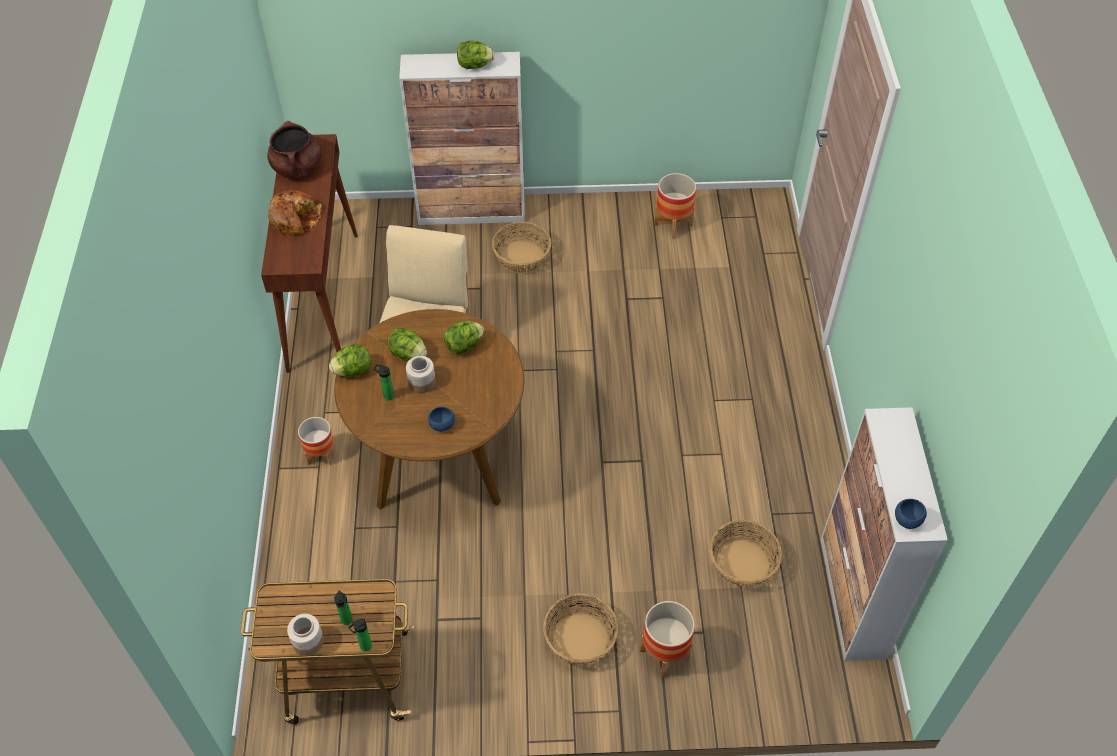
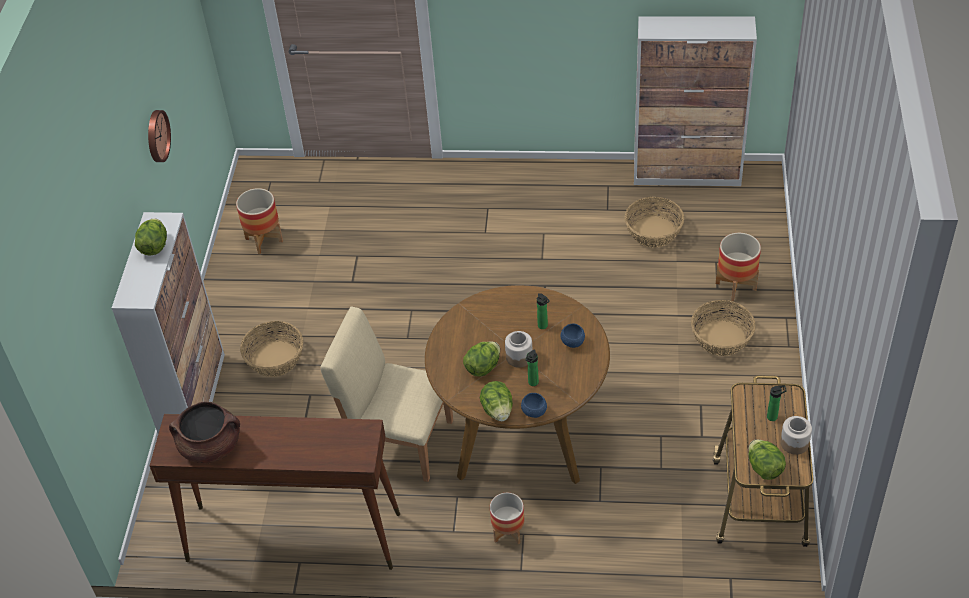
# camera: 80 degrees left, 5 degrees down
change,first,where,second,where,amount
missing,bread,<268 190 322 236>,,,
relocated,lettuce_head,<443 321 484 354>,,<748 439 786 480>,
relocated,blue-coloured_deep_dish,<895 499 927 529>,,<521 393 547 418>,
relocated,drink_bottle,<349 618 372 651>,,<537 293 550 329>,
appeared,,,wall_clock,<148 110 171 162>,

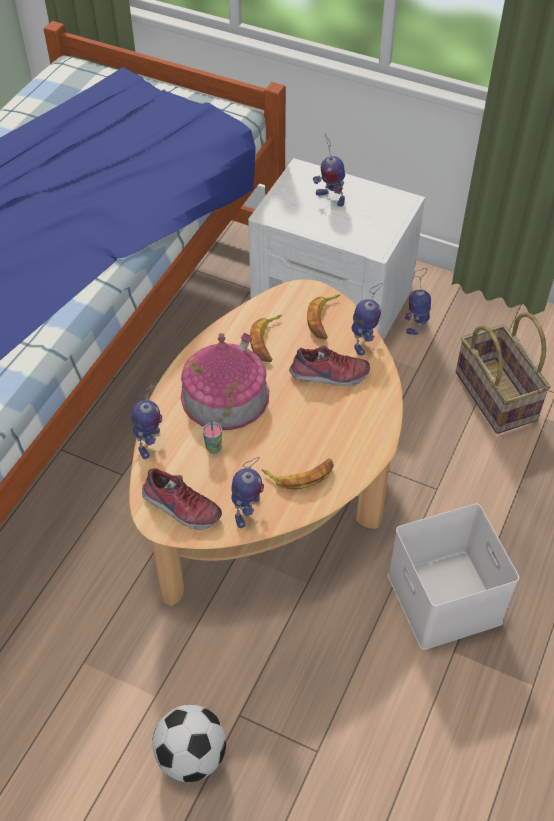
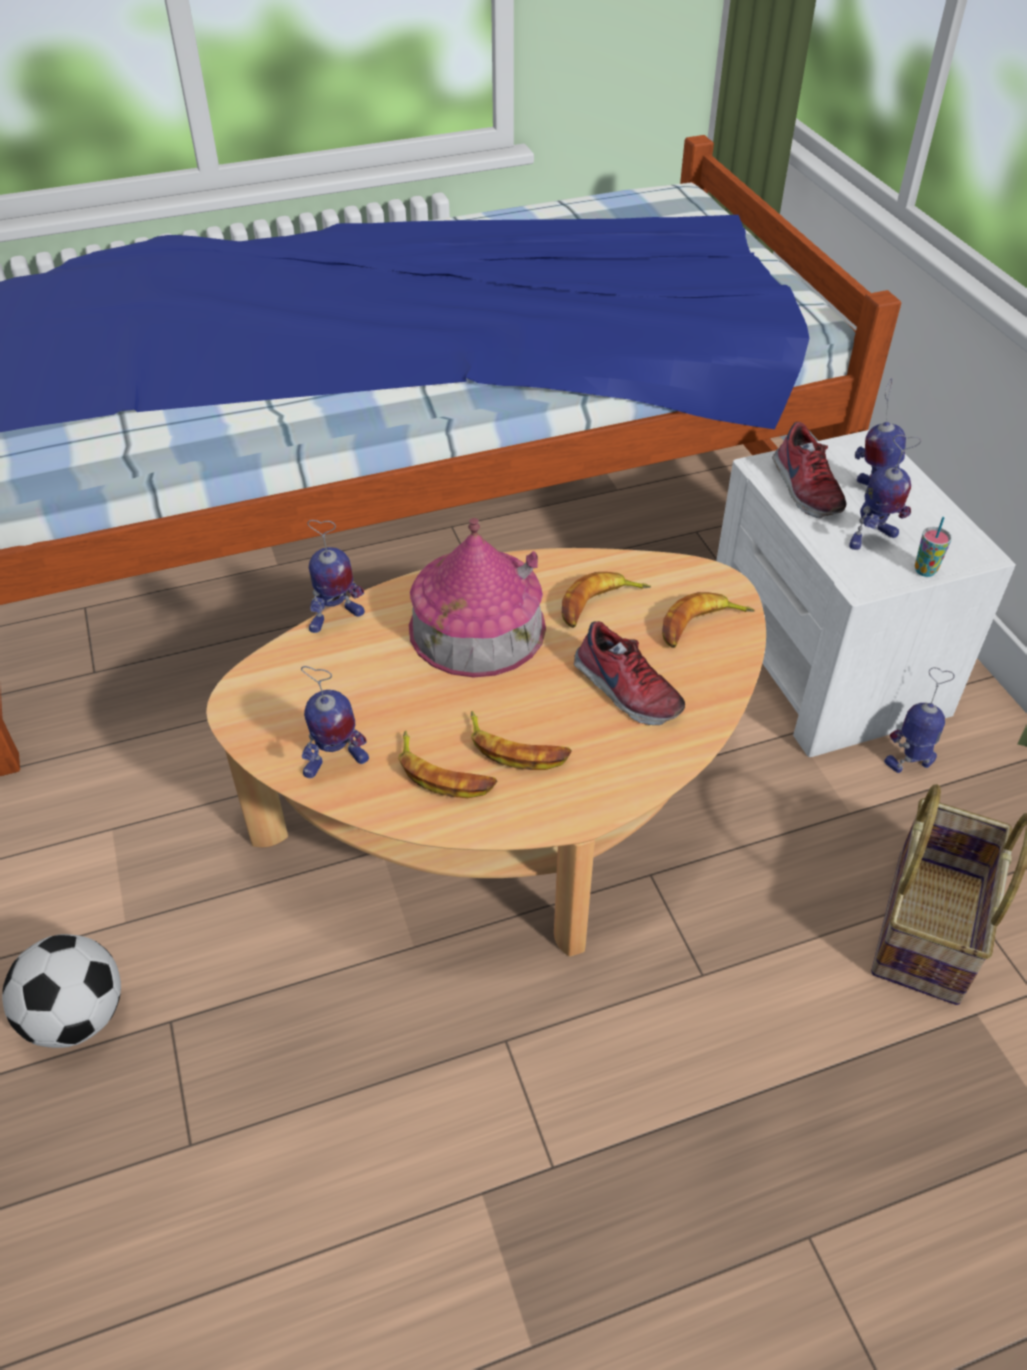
# camera: 45 degrees right, 5 degrees down
change,first,where,second,where,amount
relocated,model_robot,<351 283 383 356>,,<849 435 921 550>,
relocated,drinking_cup,<203 420 222 454>,,<915 517 952 577>,
relocated,low_shoe,<142 468 222 530>,,<772 422 846 518>,
missing,white-coloured_storage_container,<388 504 519 650>,,,
appeared,,,whole_banana,<471 711 572 770>,

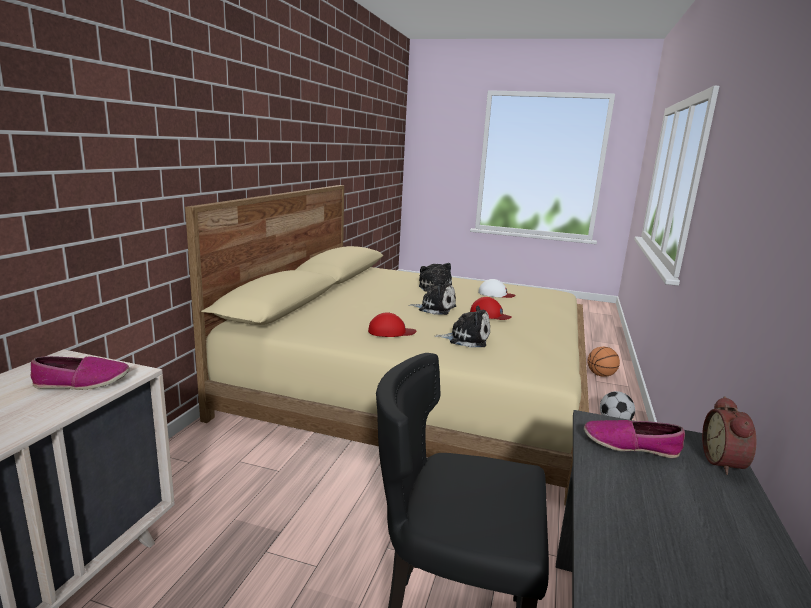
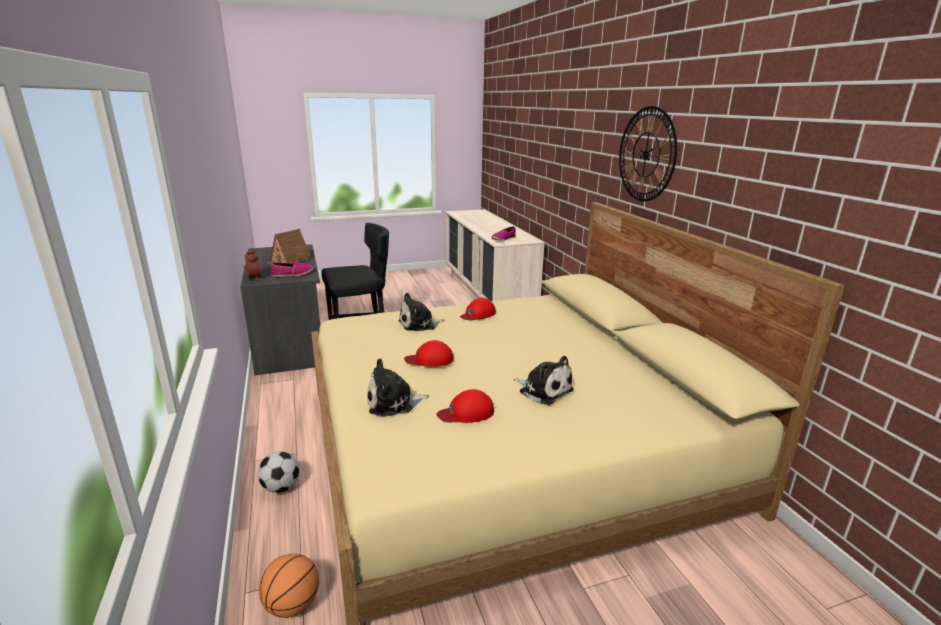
# camera: 145 degrees right, 5 degrees up
change,first,where,second,where,amount
colour,white-coloured_peaked_cap,<478 279 516 298>,red_peaked_cap,<436 389 494 423>,
relocated,cuddly_toy,<409 281 456 315>,,<367 358 430 417>,
appeared,,,wall_clock,<619 106 677 201>,
appeared,,,model_house,<268 229 311 264>,

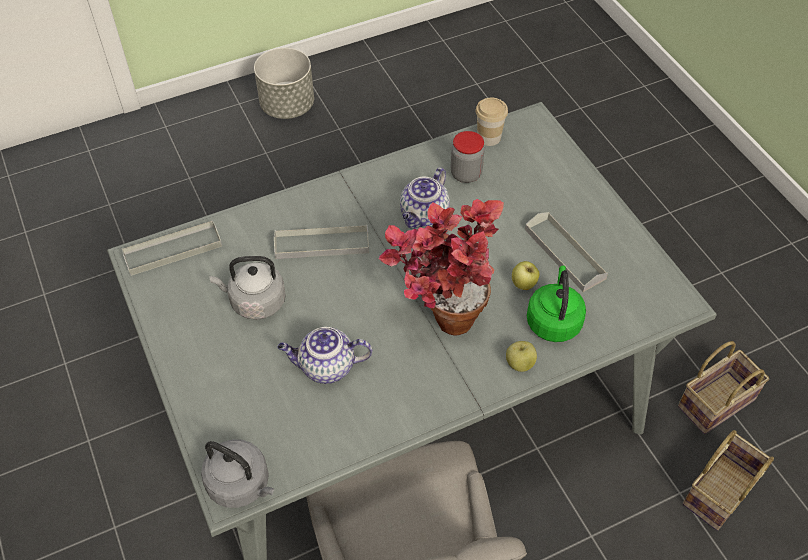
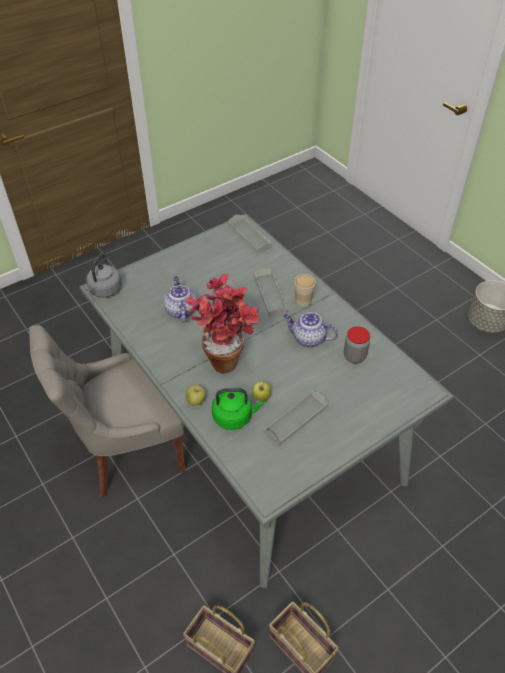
# camera: 80 degrees right, 5 degrees down
change,first,where,second,where,amount
relocated,drinking_cup,<476 97 508 146>,,<294 274 316 307>,
missing,gray_water_kettle,<209 256 286 320>,,,

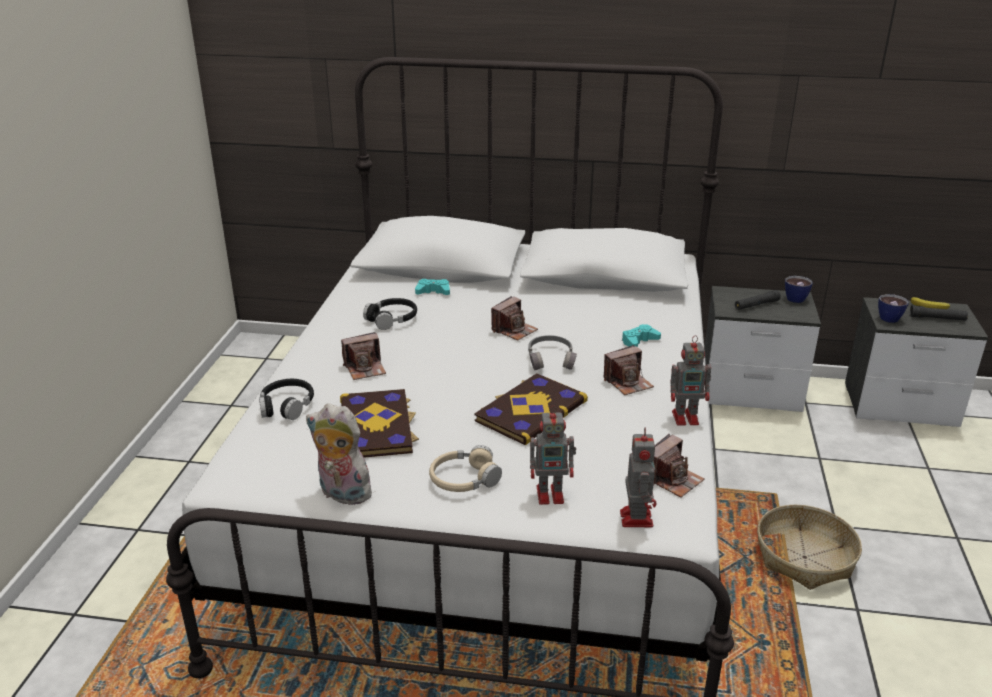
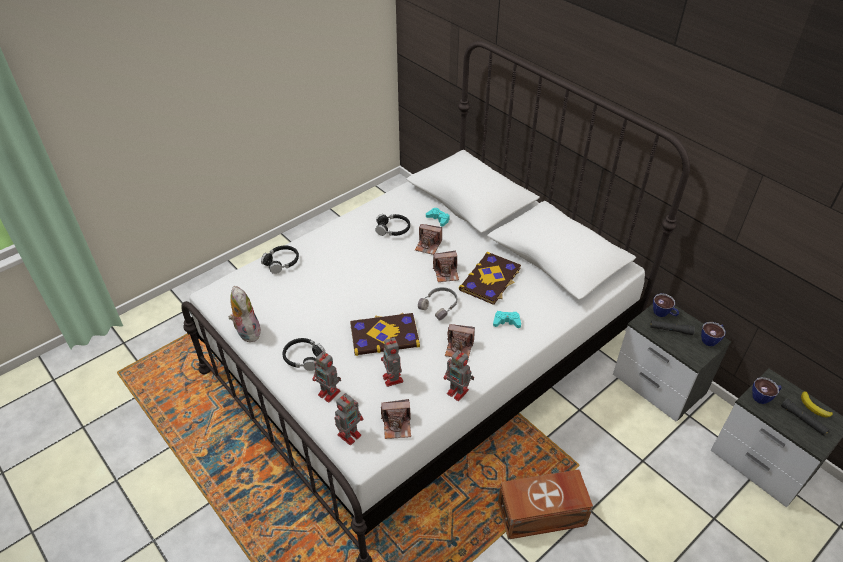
# camera: 40 degrees right, 15 degrees up
change,first,where,second,where,amount
relocated,photo_camera,<341 332 386 380>,,<415 224 442 255>,
relocated,bound_book,<340 389 419 458>,,<459 252 521 305>,
colour,sand-coloured_headphones,<429 445 502 492>,black-coloured_headphones,<283 338 325 371>,
exchanged,household_basket,<757 505 862 590>,brownish_storage_container,<498 469 593 540>,
appeared,,,drinking_cup,<653 293 679 317>,
appeared,,,model_robot,<381 337 403 387>,

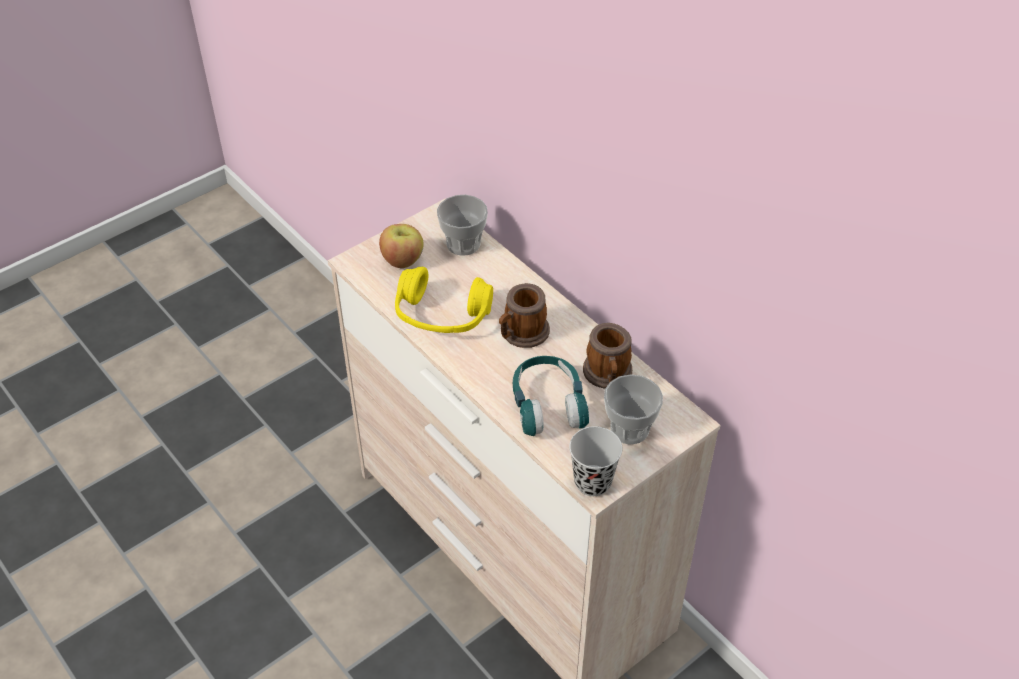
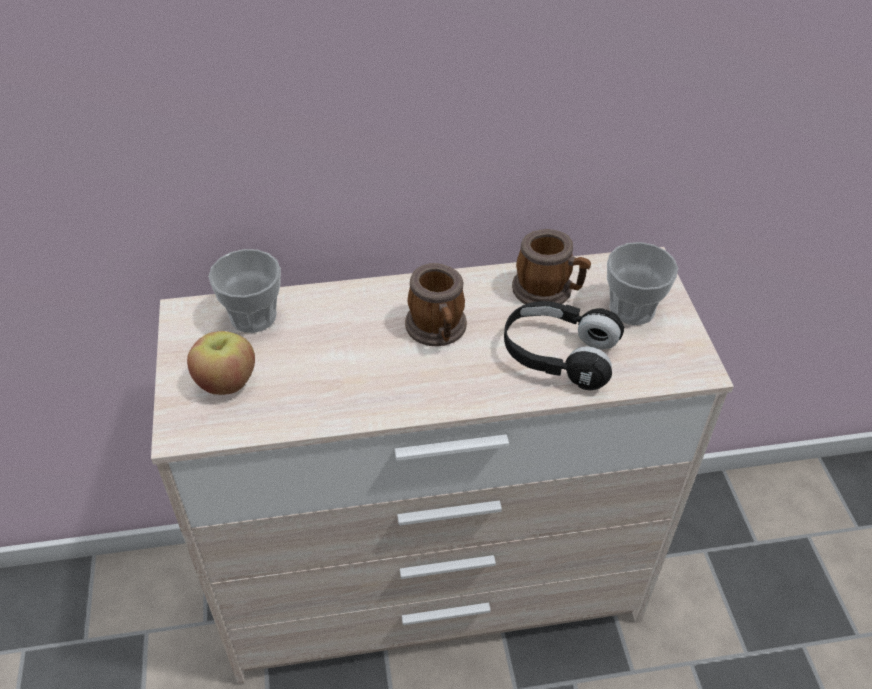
# camera: 60 degrees left, 0 degrees up
change,first,where,second,where,amount
missing,yellow_headphones,<395 267 493 333>,,,
colour,turquoise_headphones,<513 356 589 436>,black-coloured_headphones,<504 301 624 390>,
missing,black-coloured_drinking_cup,<569 426 622 496>,,,

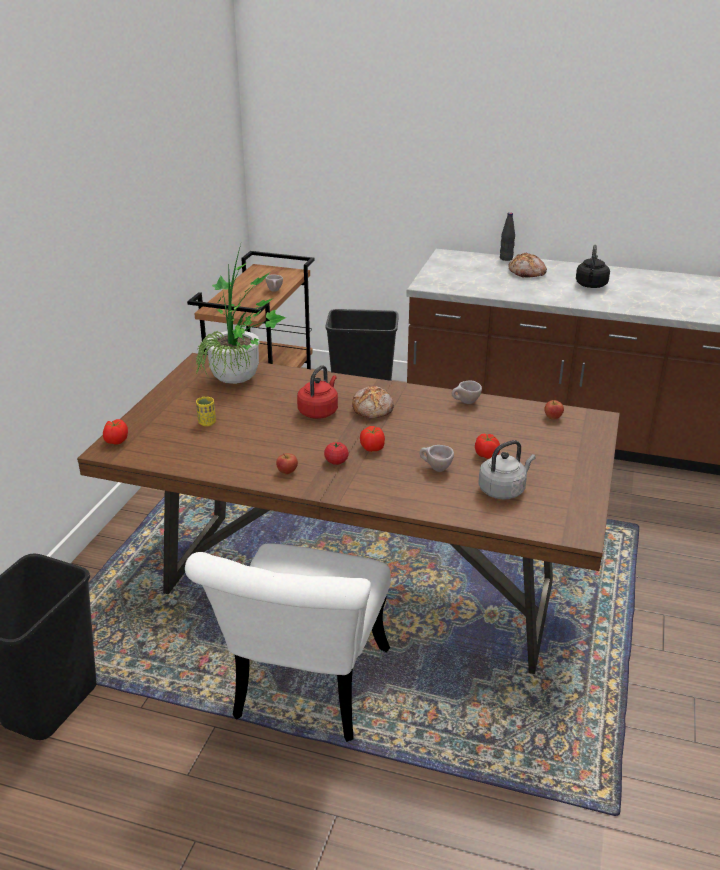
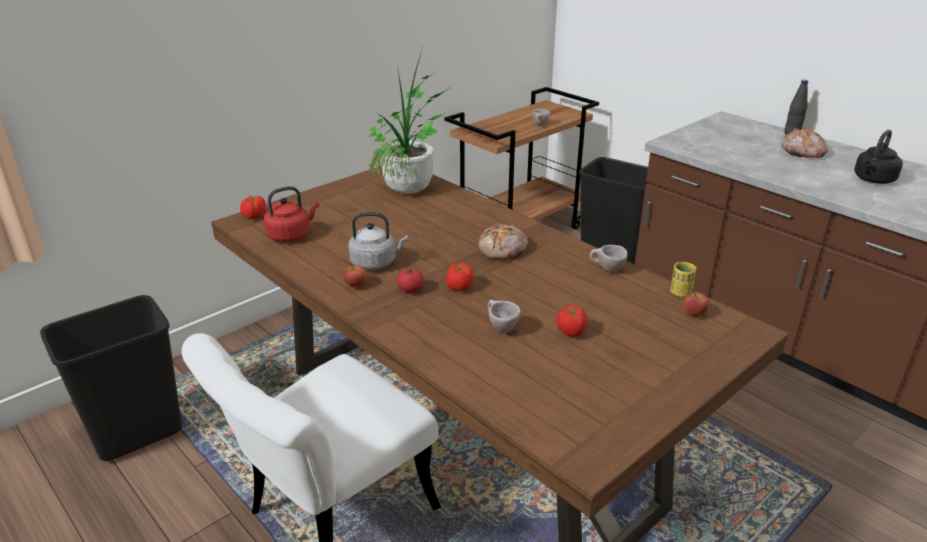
# camera: 30 degrees right, 0 degrees up
change,first,where,second,where,amount
relocated,red_water_kettle,<297 365 338 419>,,<264 186 319 242>,
relocated,yellow_drinking_cup,<196 397 216 426>,,<670 262 696 297>,
relocated,gray_water_kettle,<478 440 536 500>,,<348 212 408 270>,

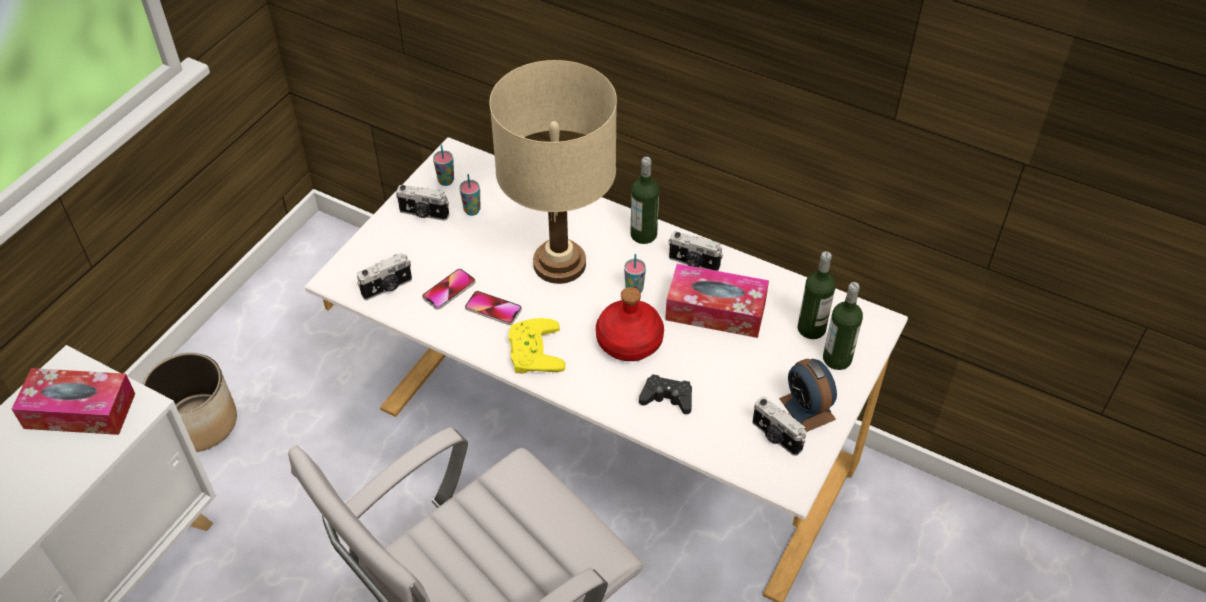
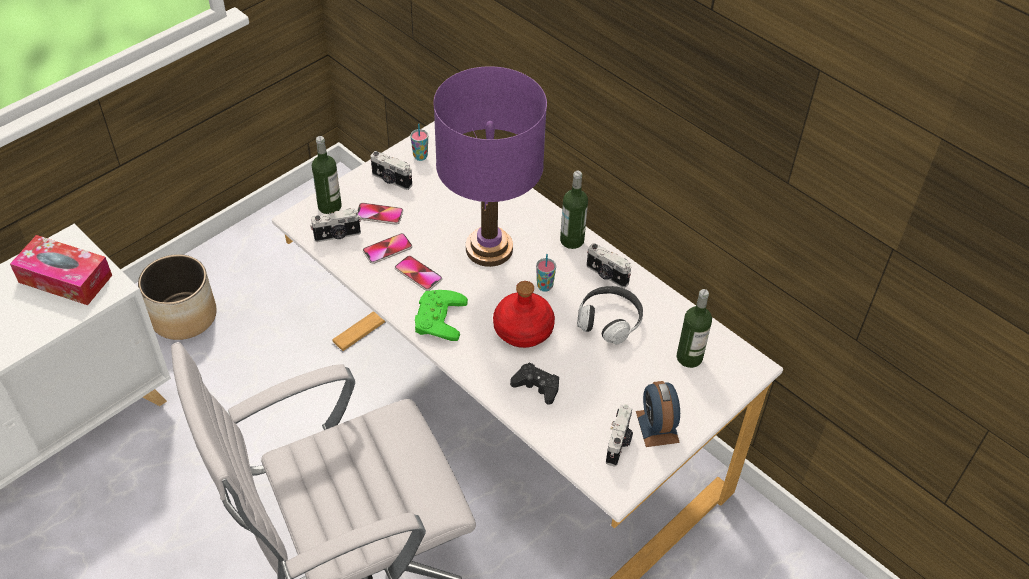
# camera: 15 degrees right, 0 degrees up
change,first,where,second,where,amount
colour,sand-coloured_table_lamp,<489 60 617 284>,purple_table_lamp,<433 66 547 267>,
missing,drinking_cup,<459 174 481 216>,,,
exchanged,box_of_tissues,<665 264 769 338>,headphones,<577 286 643 344>,
relocated,drink_bottle,<823 282 863 370>,,<312 136 342 214>,
colour,yellow_game_controller,<509 318 565 374>,greenish_game_controller,<415 290 468 341>,
spun,photo_camera,<752 397 806 456>,,<606 404 633 466>,135 degrees counterclockwise
appeared,,,handset,<357 203 403 225>,

